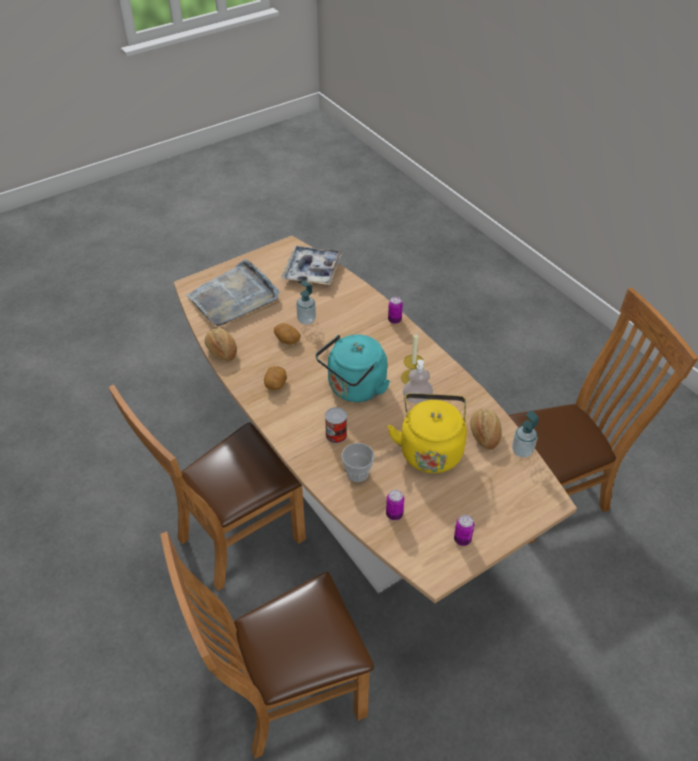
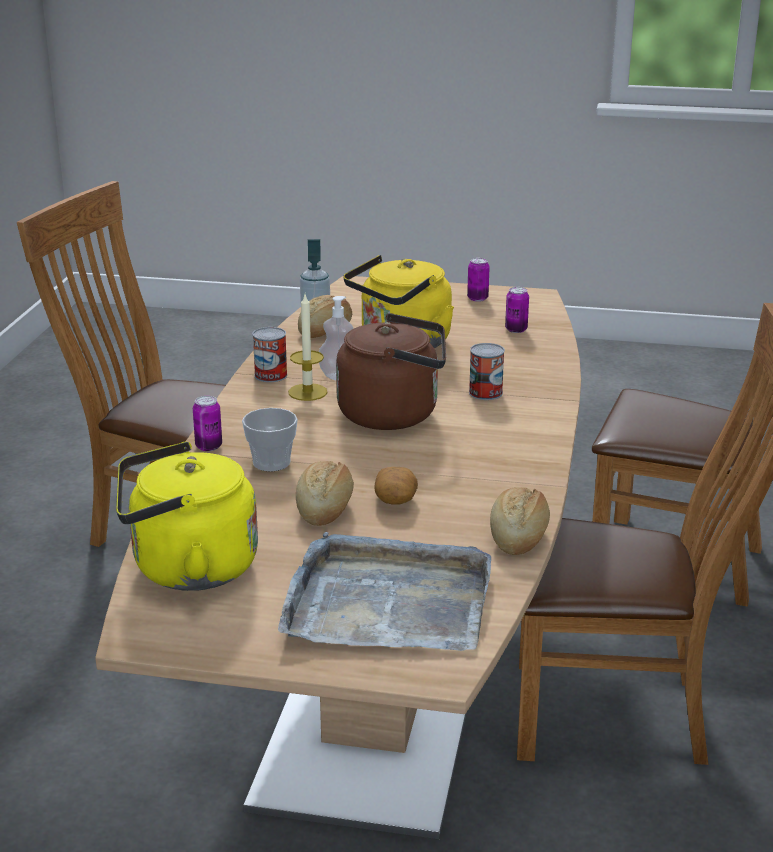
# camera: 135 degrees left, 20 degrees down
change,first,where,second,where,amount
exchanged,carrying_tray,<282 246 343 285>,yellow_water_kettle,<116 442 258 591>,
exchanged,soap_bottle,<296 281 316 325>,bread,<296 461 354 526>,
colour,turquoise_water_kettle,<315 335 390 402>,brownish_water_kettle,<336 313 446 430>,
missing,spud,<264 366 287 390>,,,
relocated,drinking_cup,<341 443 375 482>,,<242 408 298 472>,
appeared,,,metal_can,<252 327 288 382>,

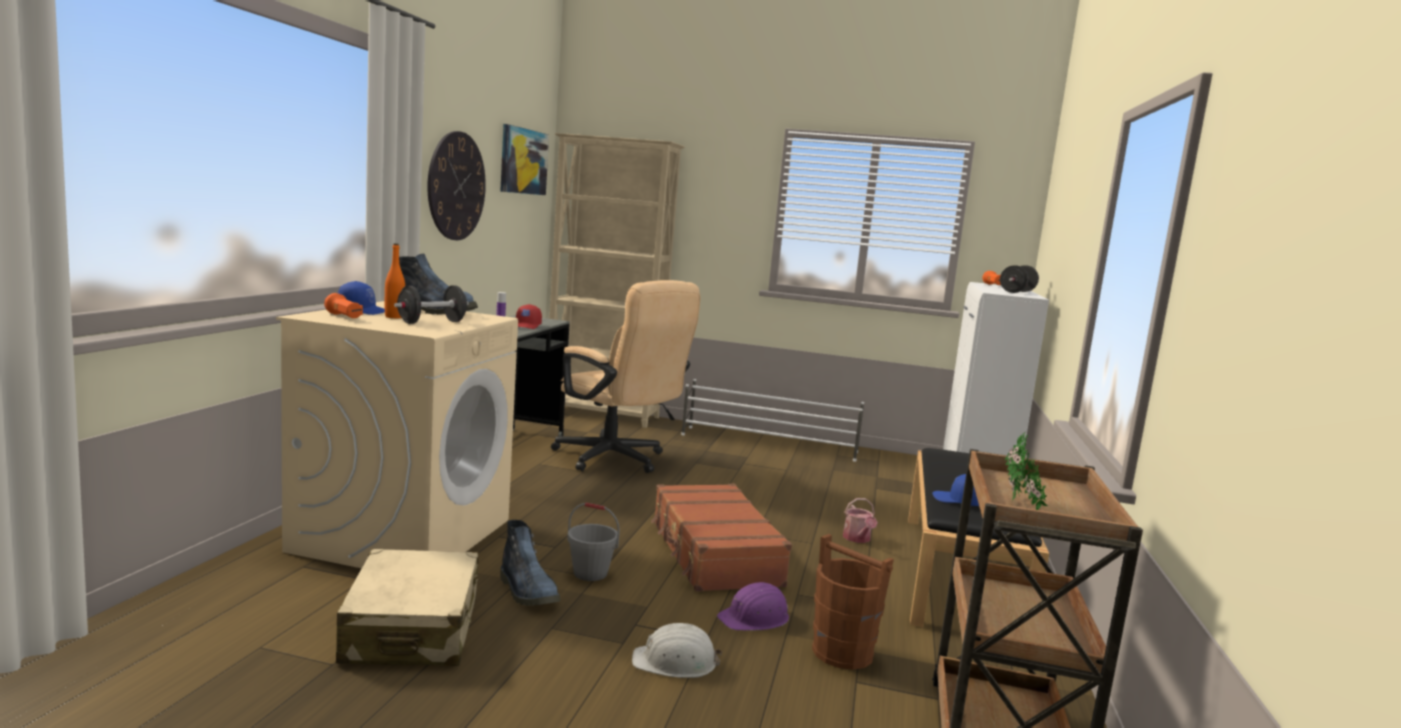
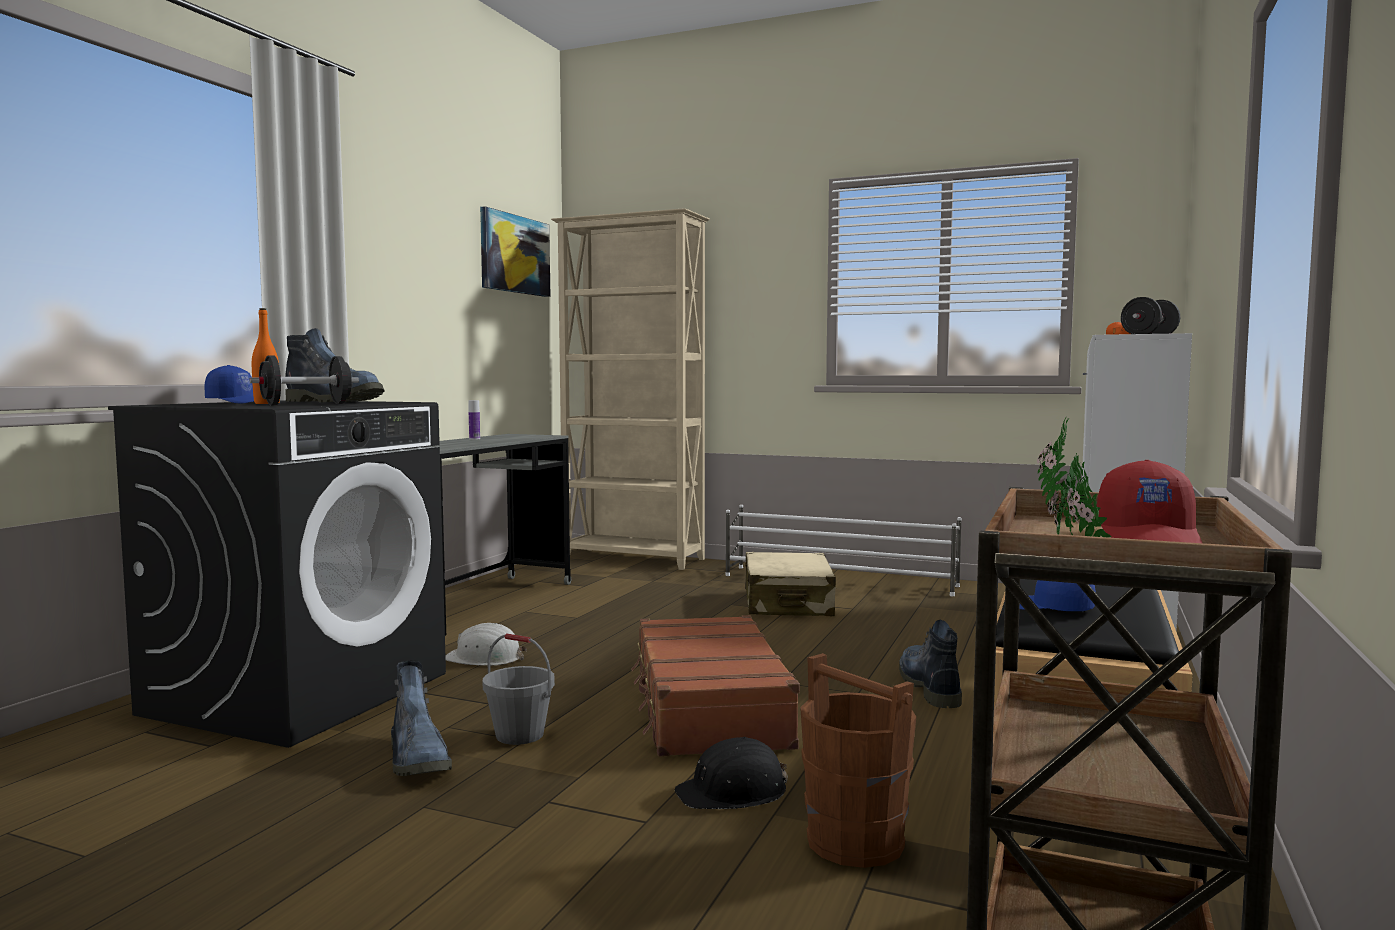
# camera: 10 degrees right, 5 degrees down
change,first,where,second,where,amount
missing,wall_clock,<427 131 486 240>,,,
missing,sand-coloured_office_chair,<551 280 700 473>,,,
missing,orangey_torch,<324 293 363 318>,,,
colour,sand-coloured_laundry_machine,<276 301 518 568>,black-coloured_laundry_machine,<108 400 446 748>,
relocated,red_peaked_cap,<516 304 542 329>,,<1097 460 1202 543>,
exchanged,watering_pot,<843 498 878 543>,high-top_boot,<899 620 962 708>,
relocated,sand-coloured_suitcase,<336 549 479 666>,,<745 552 837 616>,
colour,purple_hard_hat,<717 582 789 631>,black-coloured_hard_hat,<675 737 788 809>,
relocated,white-coloured_hard_hat,<632 623 722 678>,,<445 623 527 666>,

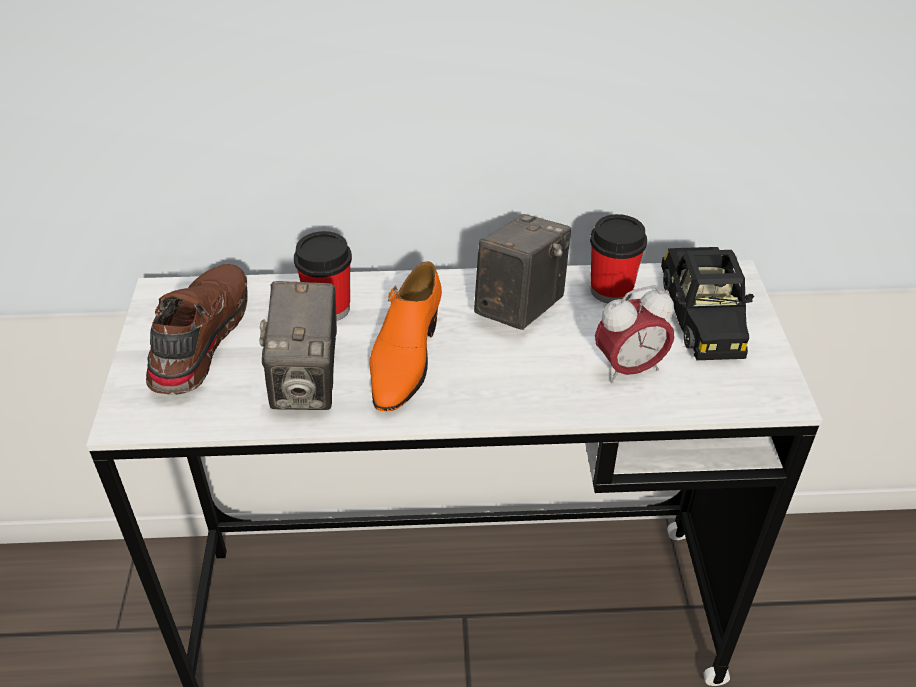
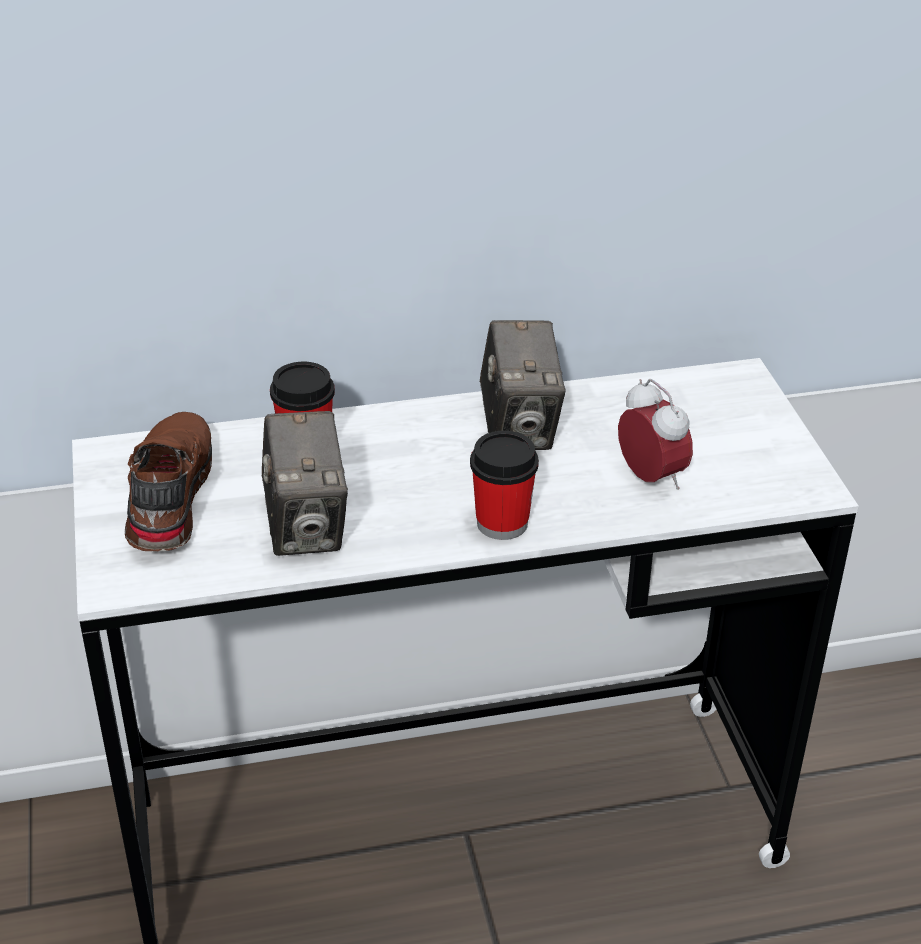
# camera: 10 degrees left, 5 degrees down
change,first,where,second,where,amount
spun,photo_camera,<474 214 571 330>,,<480 320 566 450>,150 degrees clockwise
relocated,drinking_cup,<590 214 647 303>,,<470 431 539 540>,
missing,black-coloured_toy_car,<661 247 754 360>,,,
missing,orangey_low_shoe,<370 261 442 411>,,,
spun,alarm_clock,<595 286 674 383>,,<618 379 693 490>,90 degrees counterclockwise

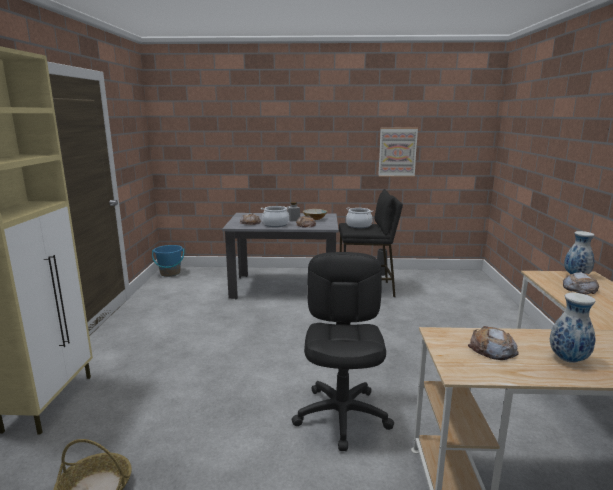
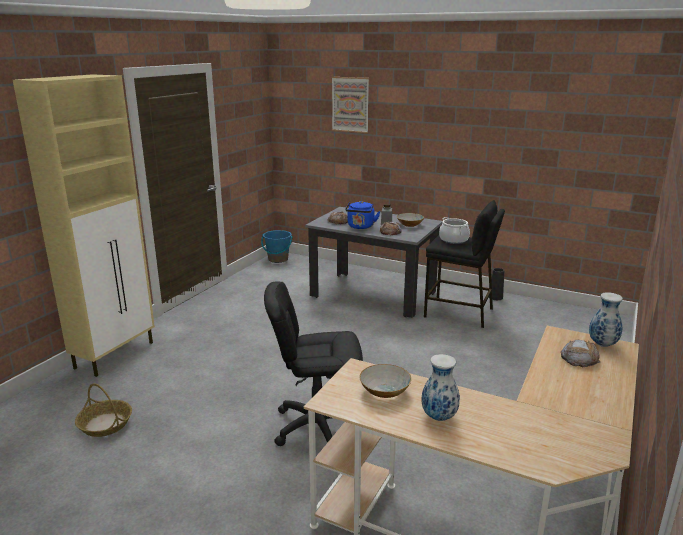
# camera: 25 degrees right, 5 degrees up
change,first,where,second,where,amount
relocated,wall_picture,<378 128 418 177>,,<332 77 369 133>,
exchanged,stockpot,<261 206 290 227>,blue-coloured_water_kettle,<345 201 380 229>,
spun,black-coloured_office_chair,<292 252 394 451>,,<264 281 363 446>,120 degrees counterclockwise
exchanged,bread,<468 326 518 360>,deep_dish,<359 364 411 398>,

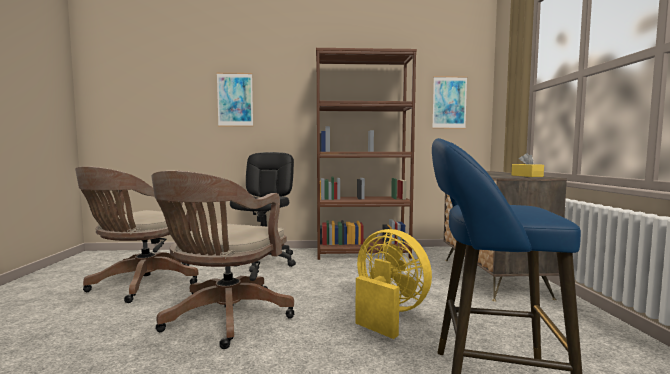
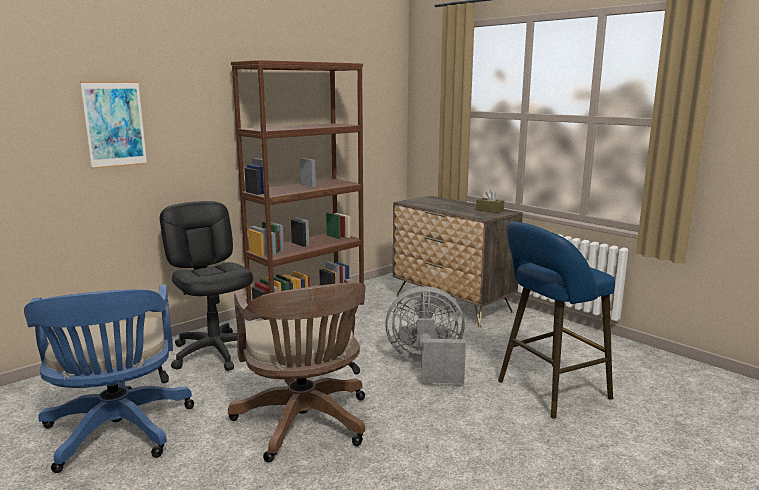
# camera: 40 degrees left, 10 degrees up
change,first,where,second,where,amount
missing,wall_picture,<432 76 467 129>,,,
colour,yellow_box_of_tissues,<512 153 544 177>,brownish_box_of_tissues,<476 190 504 213>,
colour,brownish_office_chair,<75 166 198 303>,blue-coloured_office_chair,<24 284 194 473>,
colour,yellow_fan,<355 229 432 339>,gray_fan,<385 286 466 384>,

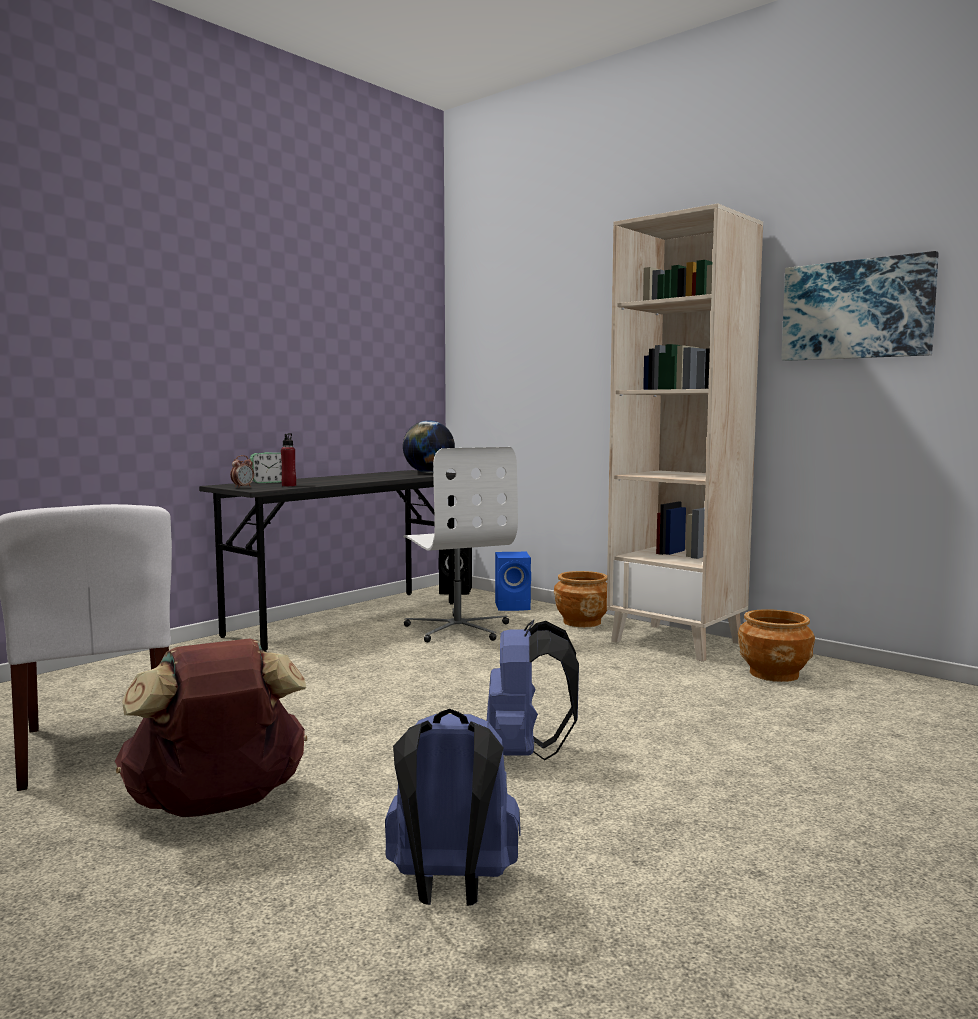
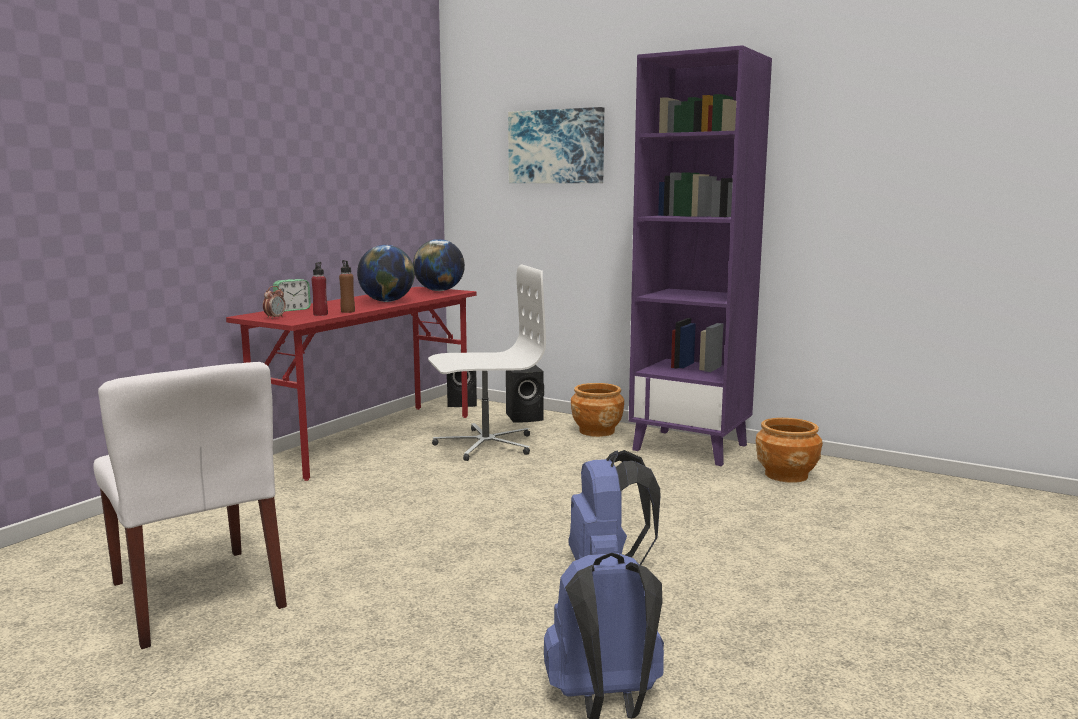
# camera: 10 degrees left, 5 degrees up
change,first,where,second,where,amount
colour,sand-coloured_bookshelf,<607 203 763 662>,purple_bookshelf,<629 45 772 466>,
relocated,wall_picture,<781 251 939 361>,,<508 107 604 183>,
spun,white-coloured_office_chair,<403 447 518 642>,,<428 265 546 461>,75 degrees counterclockwise
colour,gray_desk_table,<199 470 456 652>,red_desk_table,<226 287 476 481>,
colour,blue-coloured_loudspeaker,<495 552 531 611>,black-coloured_loudspeaker,<506 365 544 423>,
missing,brownish_rucksack,<115 639 307 817>,,,
appeared,,,globe,<357 245 415 302>,
appeared,,,brownish_drink_bottle,<339 260 355 313>,

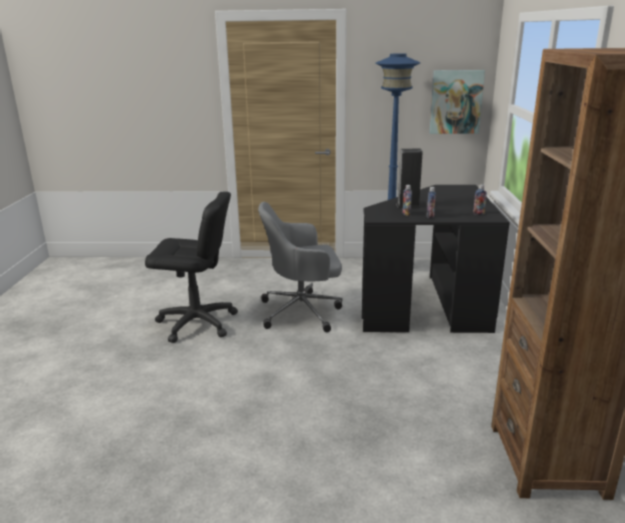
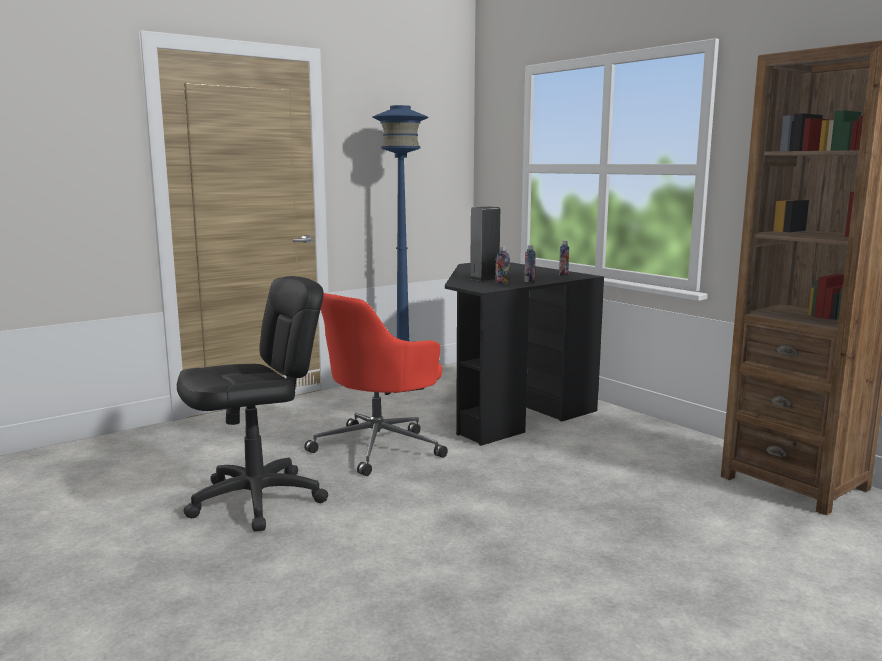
# camera: 40 degrees left, 10 degrees down
change,first,where,second,where,amount
missing,wall_picture,<429 70 485 134>,,,
colour,gray_office_chair,<258 202 342 332>,red_office_chair,<304 293 448 476>,

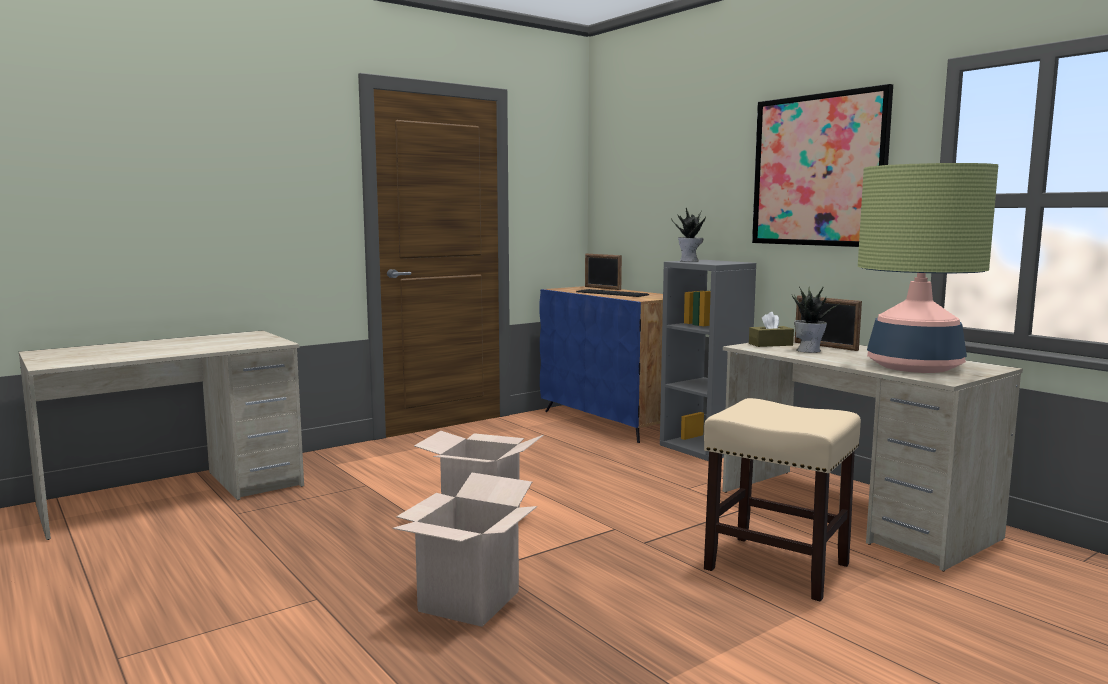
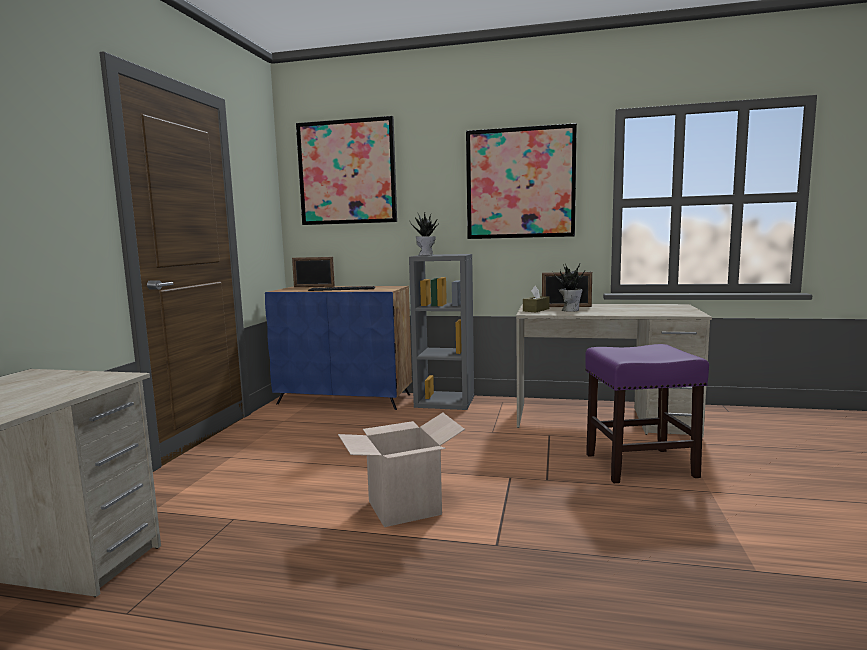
# camera: 40 degrees left, 0 degrees up
change,first,where,second,where,amount
missing,table_lamp,<858 163 998 373>,,,
colour,sand-coloured_sitting_stool,<704 398 861 602>,purple_sitting_stool,<585 344 709 483>,
missing,packing_box,<393 473 537 627>,,,
appeared,,,wall_picture,<296 116 397 225>,

